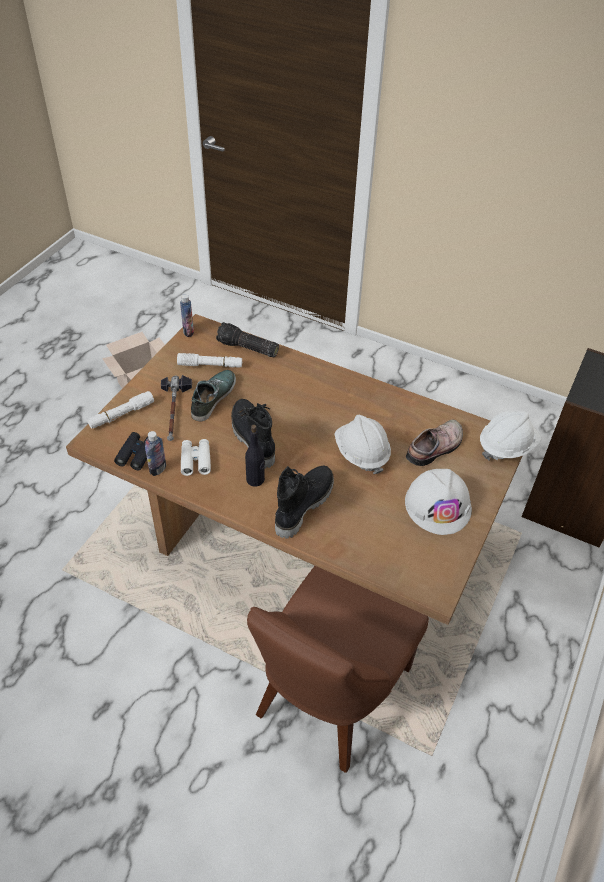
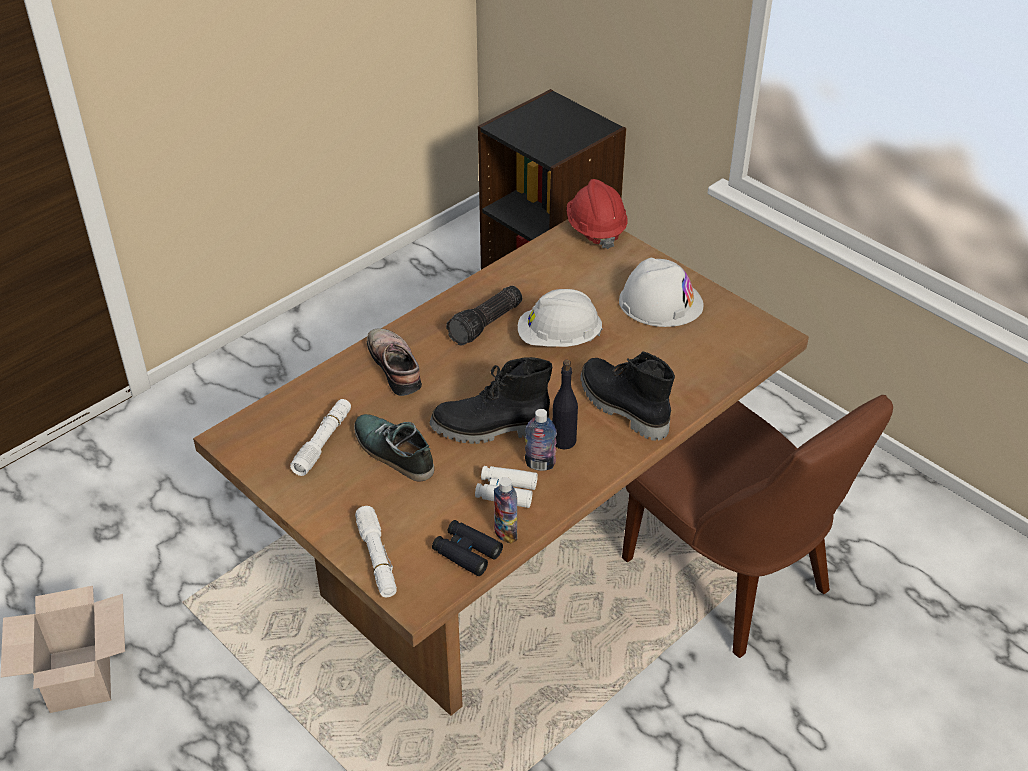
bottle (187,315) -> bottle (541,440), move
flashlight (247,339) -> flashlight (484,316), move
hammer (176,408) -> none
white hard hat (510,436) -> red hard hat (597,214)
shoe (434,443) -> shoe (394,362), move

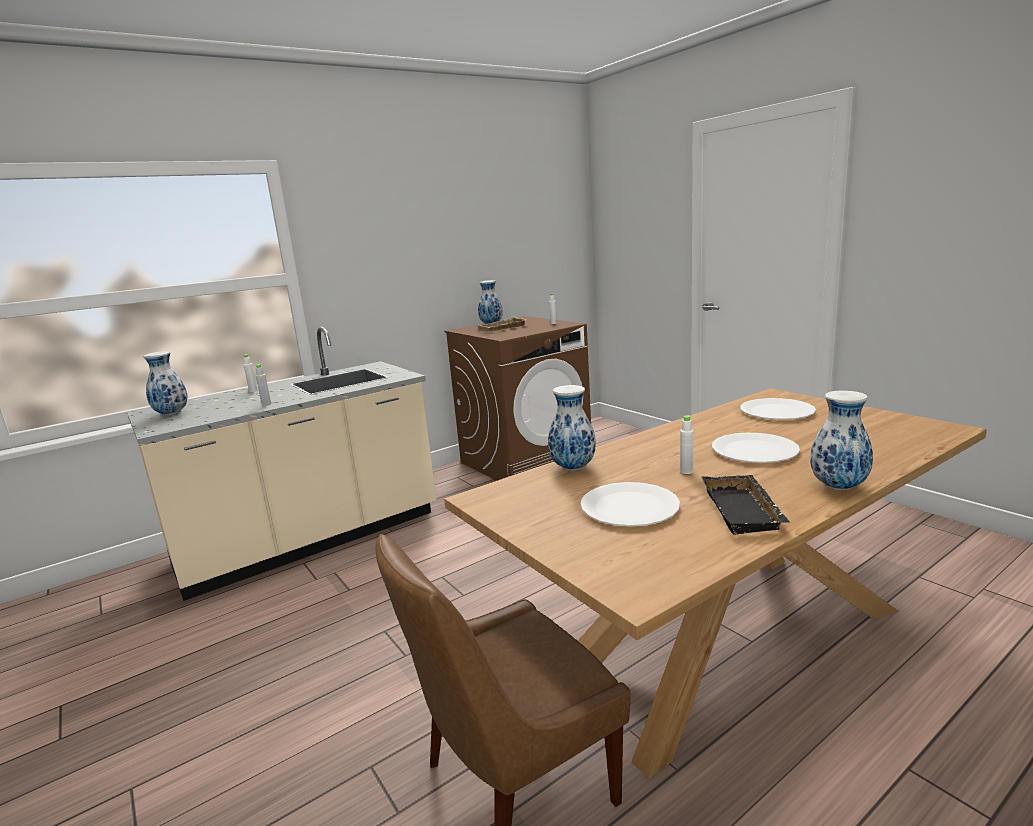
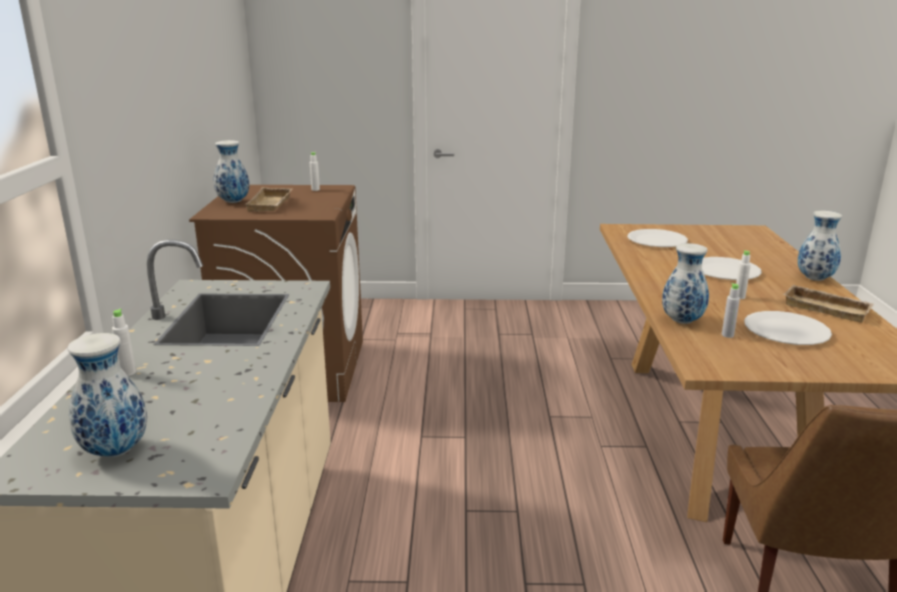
grey bottle (263,385) -> grey bottle (731,310), move
black tray (746,505) -> beige tray (828,304)

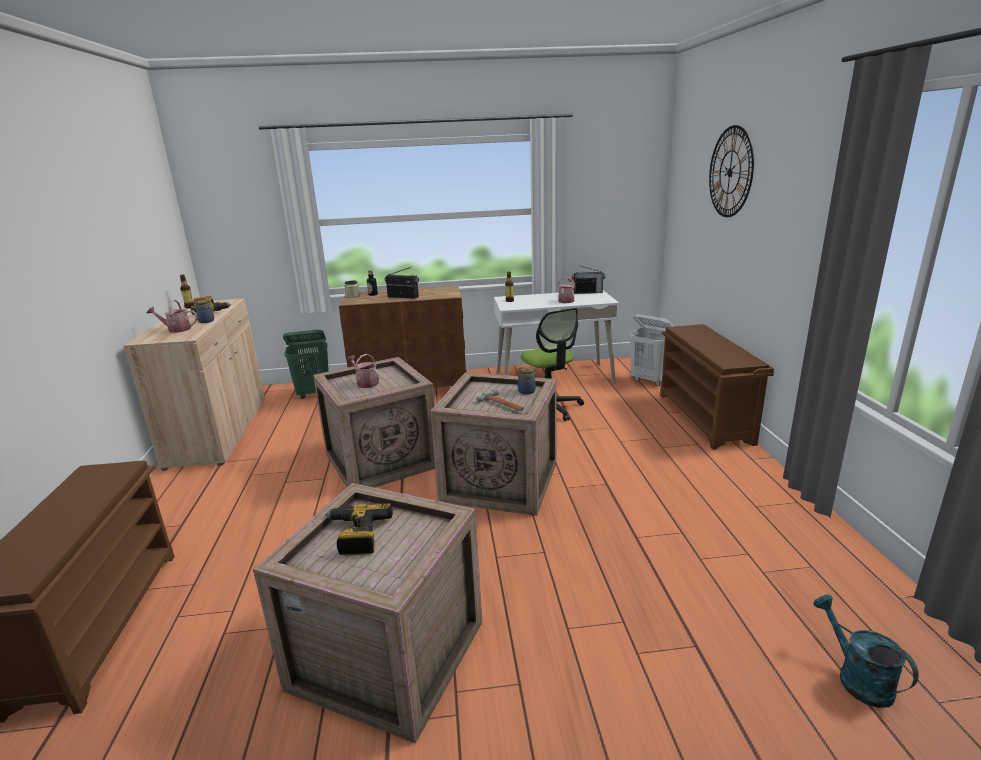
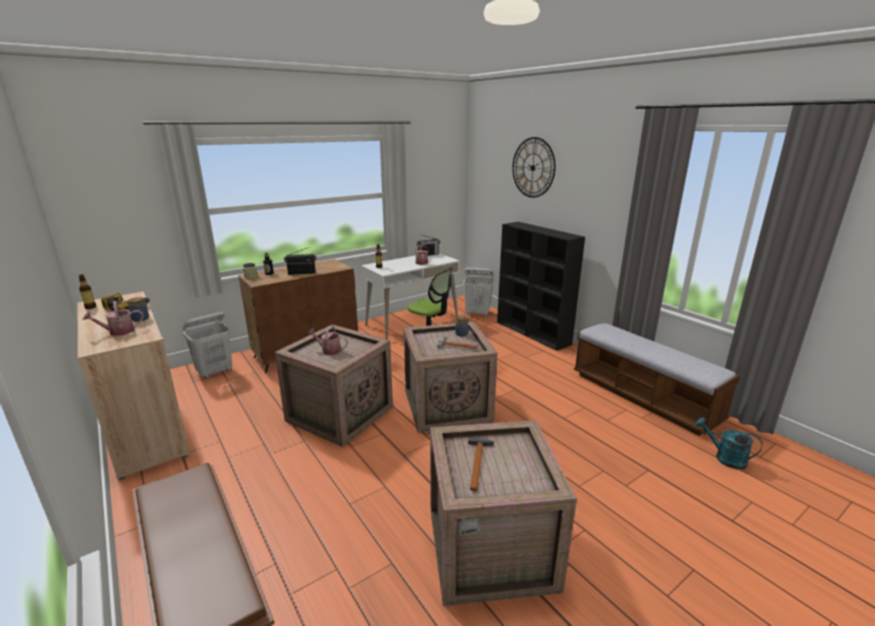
brown shoe rack (717,387) -> black bookcase (541,286)
green laundry basket (306,364) -> white laundry basket (207,345)
power drill (359,529) -> hammer (481,464)
none -> bench (657,379)

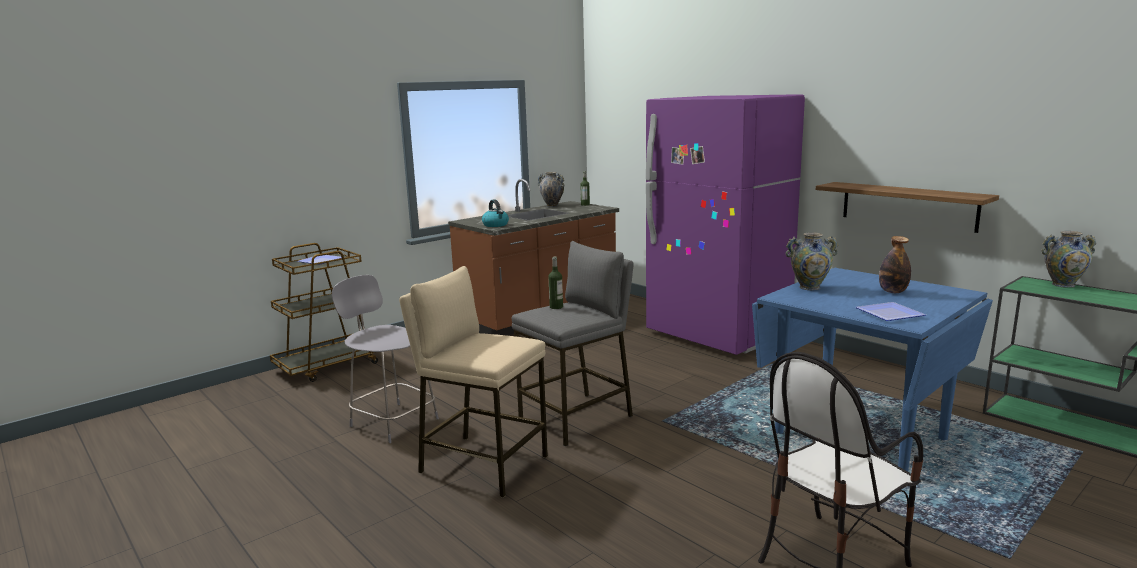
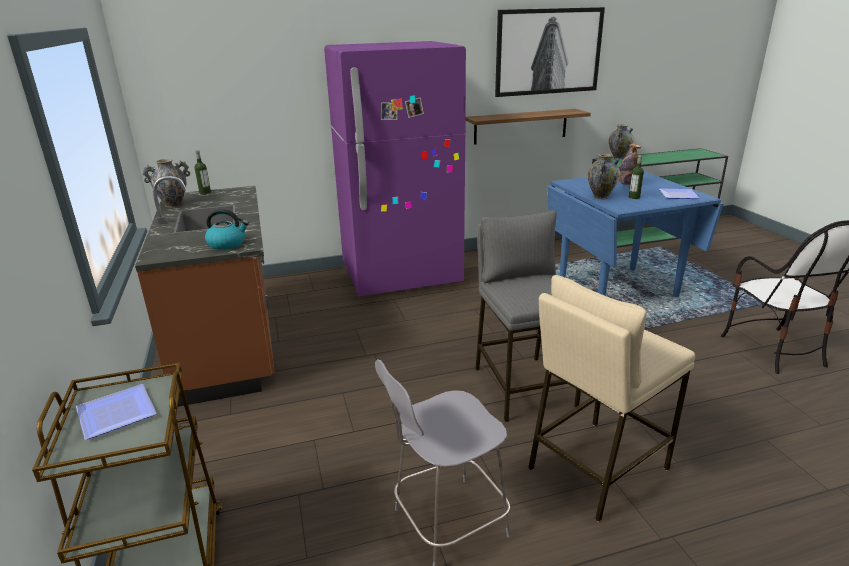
bottle (556,283) -> bottle (636,177), move
none -> picture (550,52)

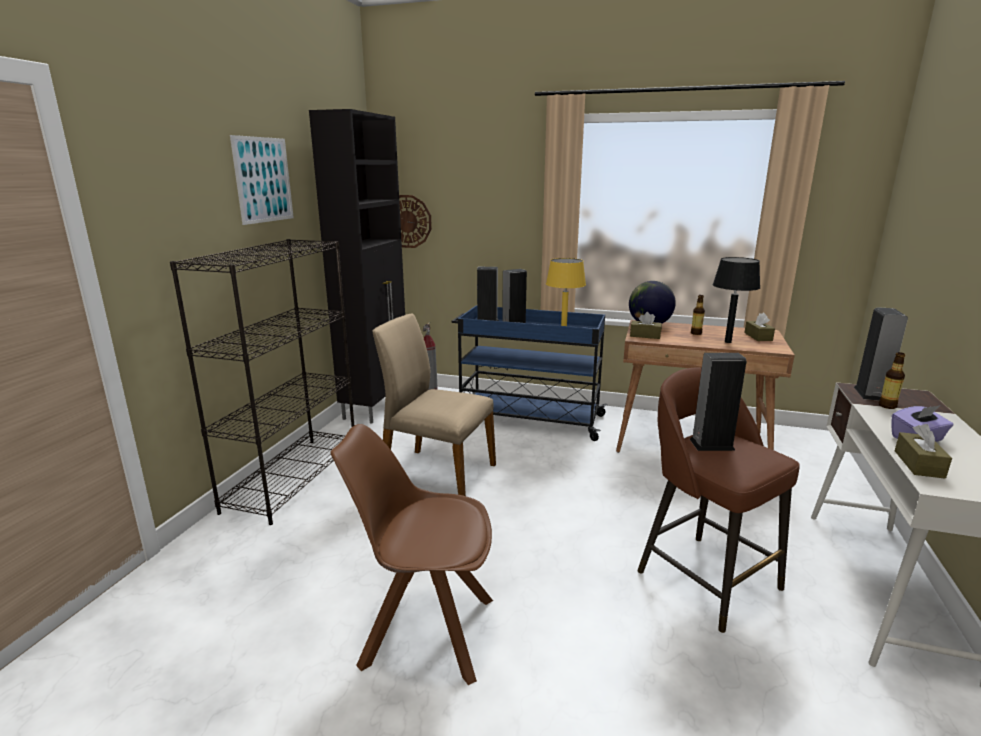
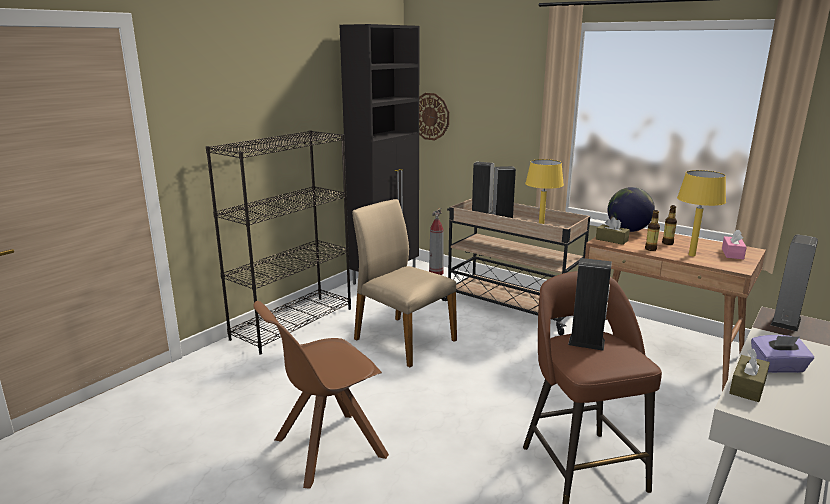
picture (262,180) -> none
black table lamp (736,300) -> yellow table lamp (701,213)
blue cart (529,373) -> beige cart (516,267)
brown tissue box (760,327) -> pink tissue box (734,244)
bottle (892,380) -> bottle (652,230), move
brown chair (412,554) -> brown chair (321,395), 60 degrees counterclockwise

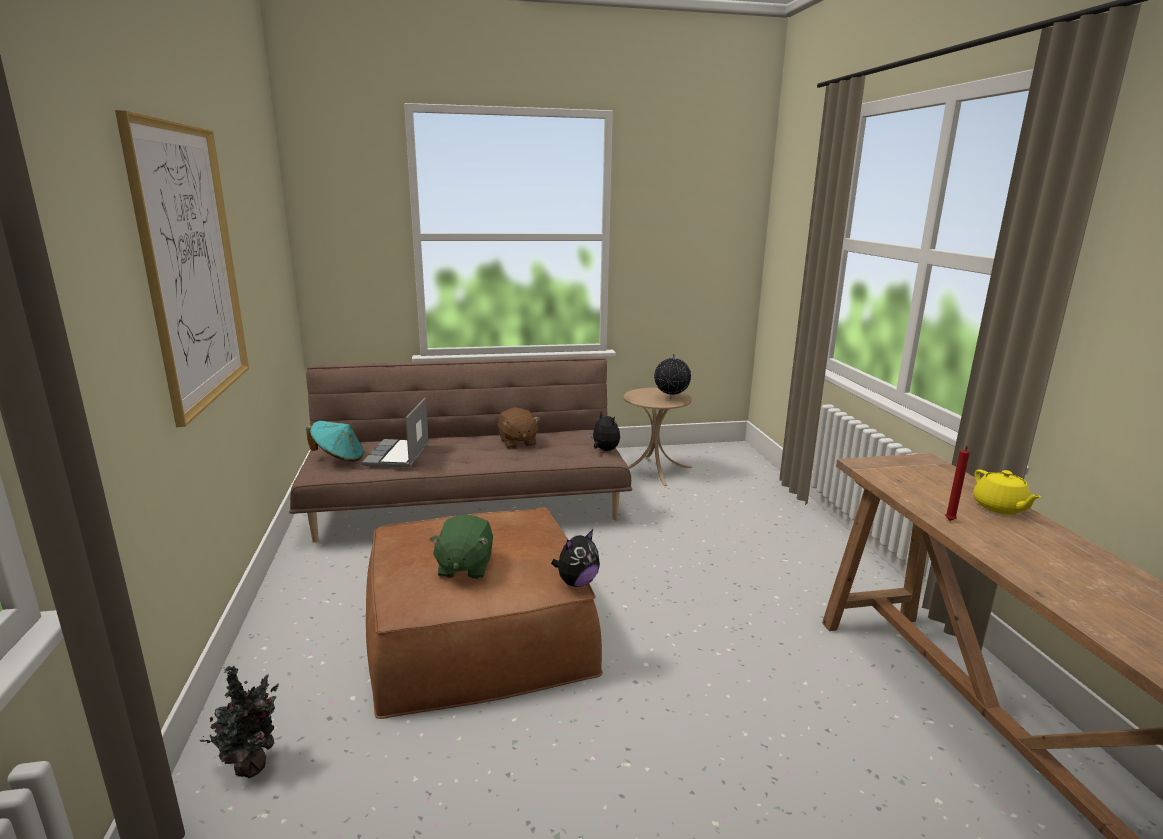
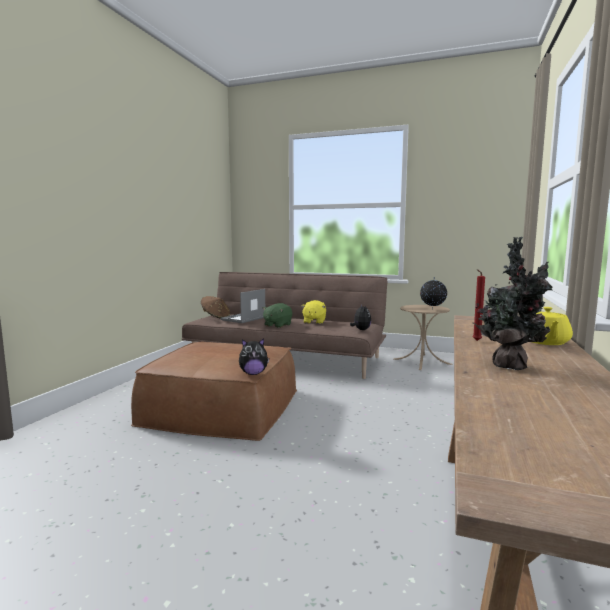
picture (182,268) -> none
brown plush toy (519,428) -> yellow plush toy (313,312)
turquoise hat (335,441) -> brown hat (215,307)
green plush toy (461,546) -> green plush toy (277,315), move
potted plant (239,721) -> potted plant (513,303), move

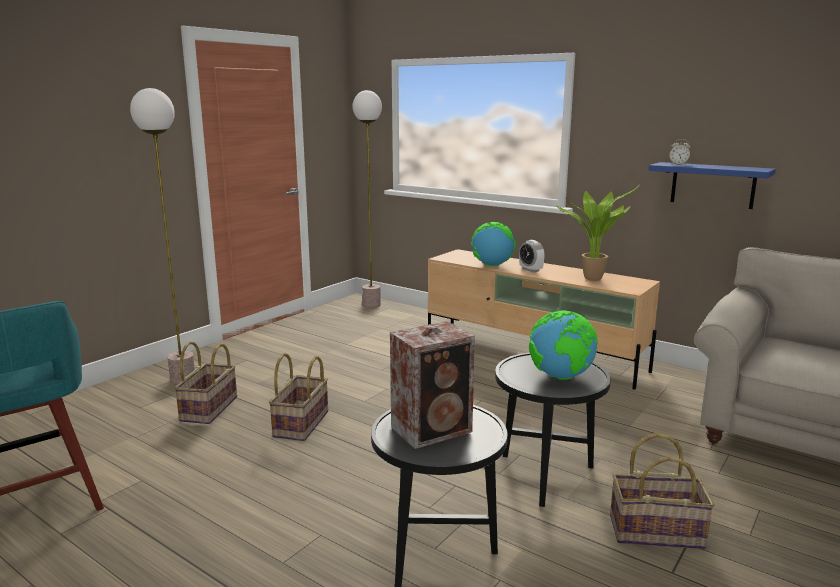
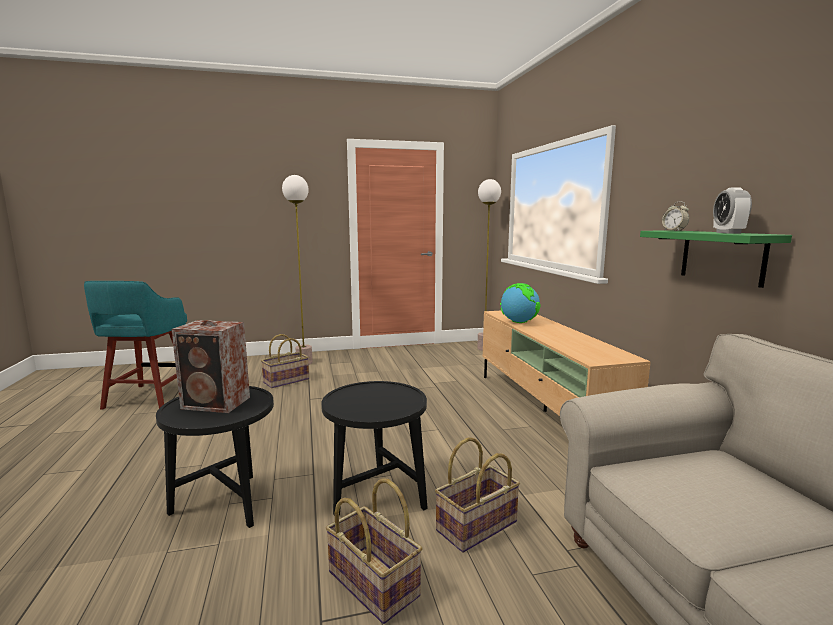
blue shelf (712,185) -> green shelf (716,259)
potted plant (597,234) -> none
alarm clock (532,256) -> alarm clock (732,210), move
globe (563,345) -> none
basket (298,397) -> basket (477,495), move

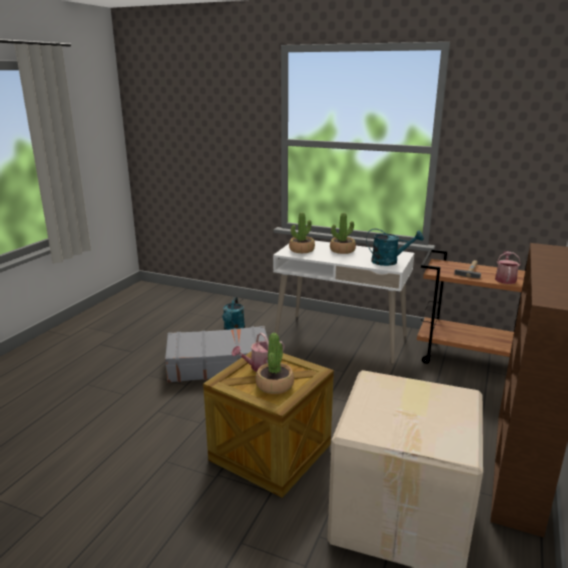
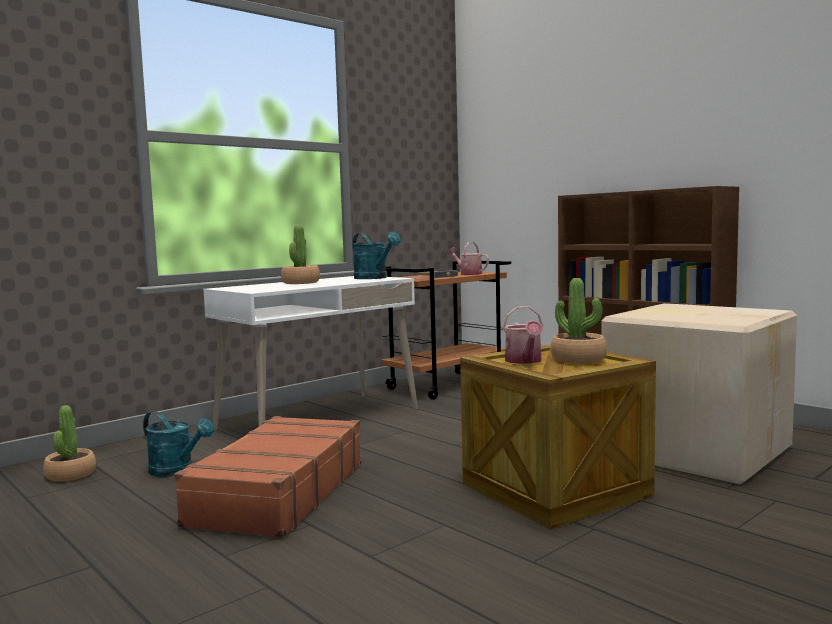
potted plant (302,232) -> potted plant (69,443), move
turquoise watering can (395,247) -> turquoise watering can (376,255), 105 degrees clockwise
grey suitcase (216,354) -> brown suitcase (268,477)

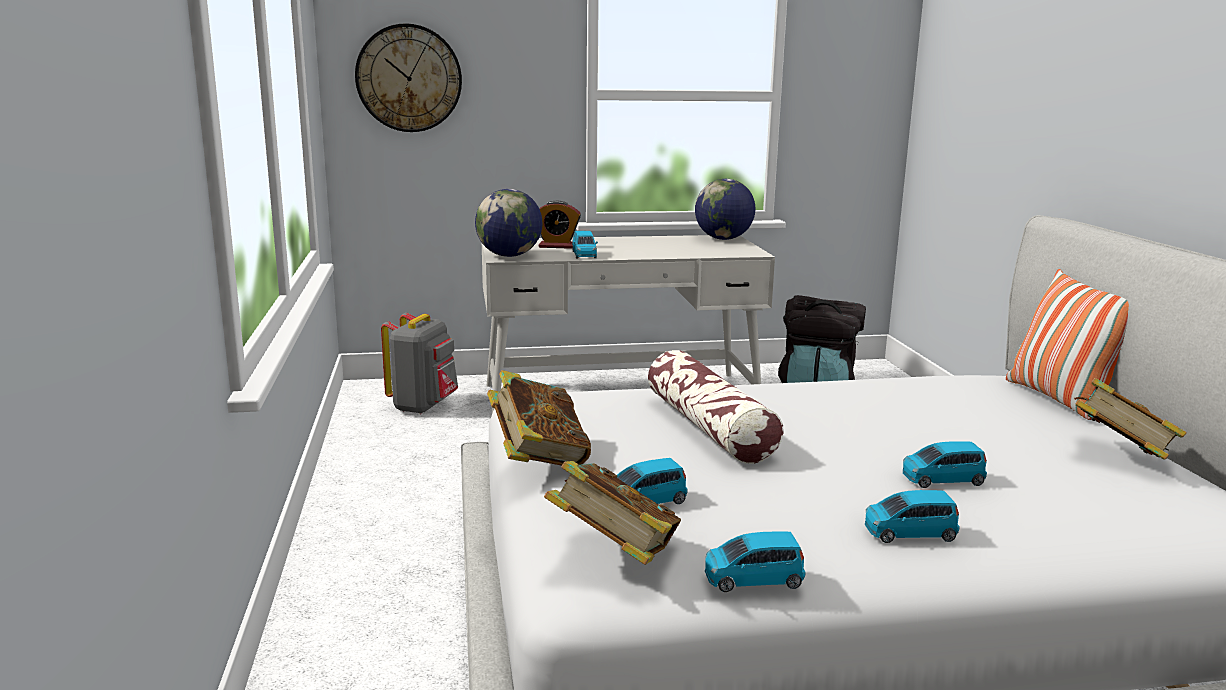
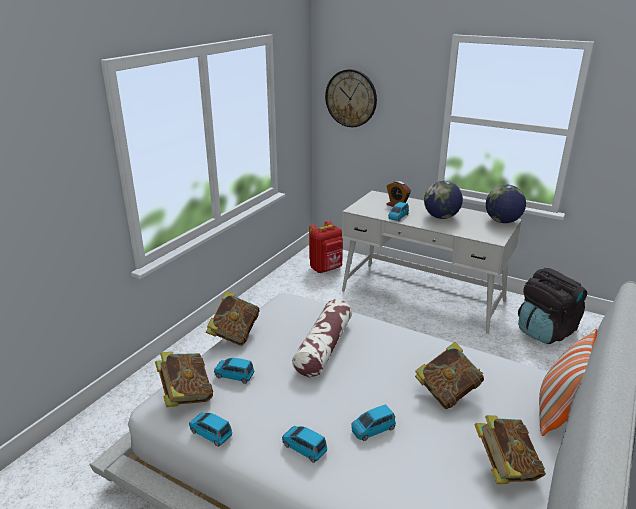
globe (508,223) -> globe (443,200), move
grey backpack (419,363) -> red backpack (326,247)
blue toy car (945,464) -> blue toy car (373,422), 60 degrees counterclockwise
none -> book (449,375)

